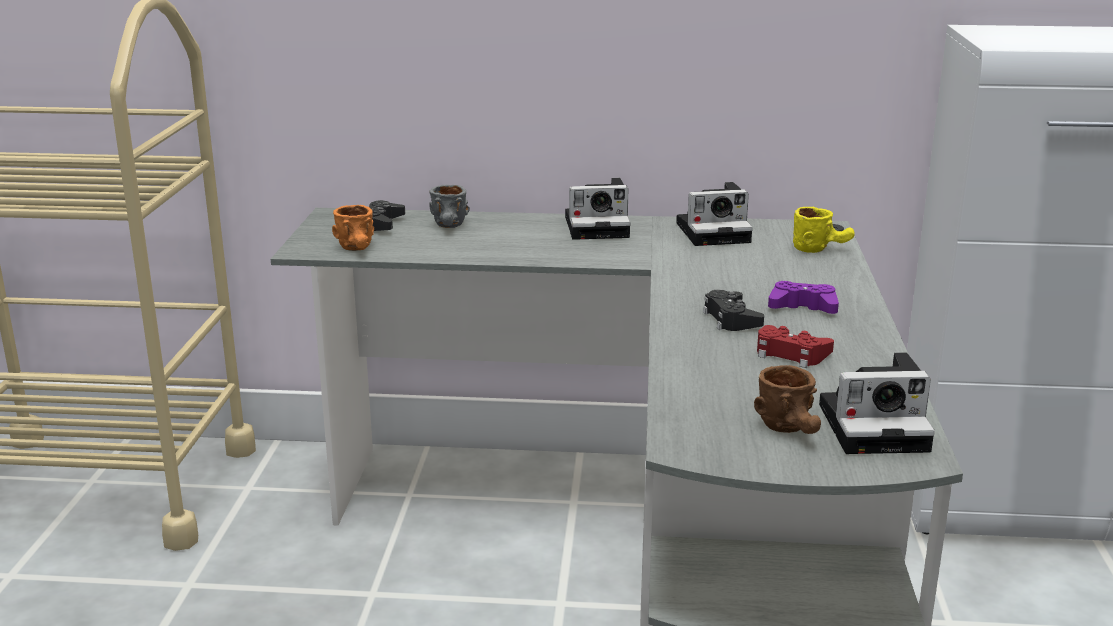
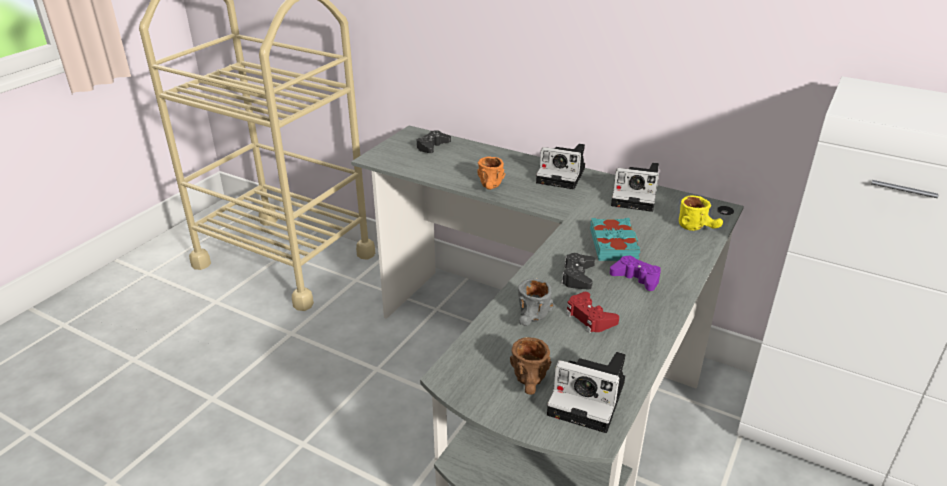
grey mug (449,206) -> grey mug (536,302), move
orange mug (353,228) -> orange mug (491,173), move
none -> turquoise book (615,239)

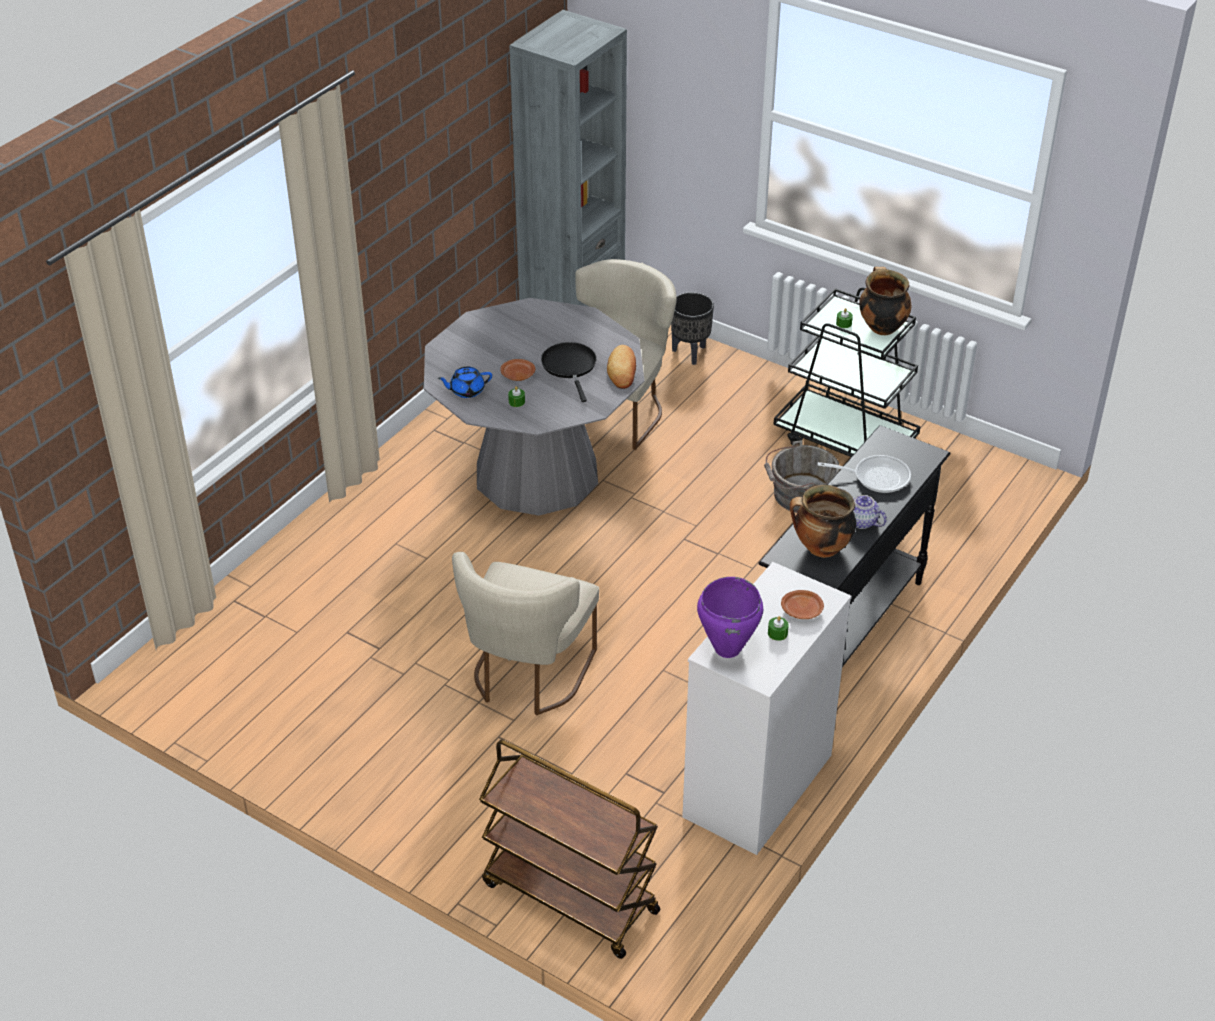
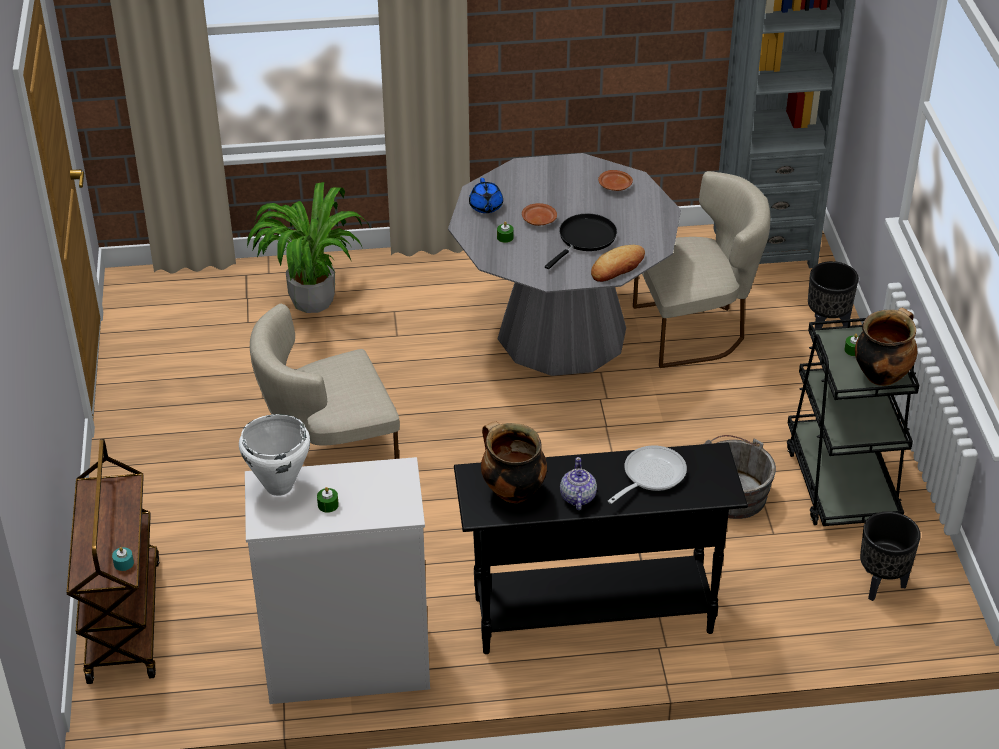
blue teapot (465,382) -> blue teapot (486,195), 135 degrees counterclockwise
frying pan (864,474) -> frying pan (647,474), 105 degrees counterclockwise
purple cooking pot (730,617) -> white cooking pot (274,455)
brown plate (802,604) -> brown plate (615,180), move
none -> potted plant (309,247)
none -> black planter (890,556)
none -> turquoise candle (123,559)

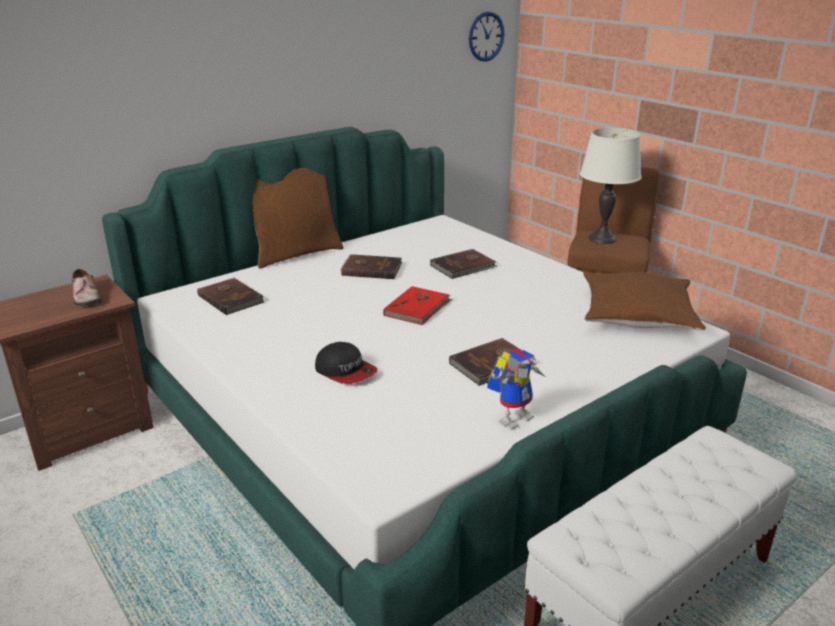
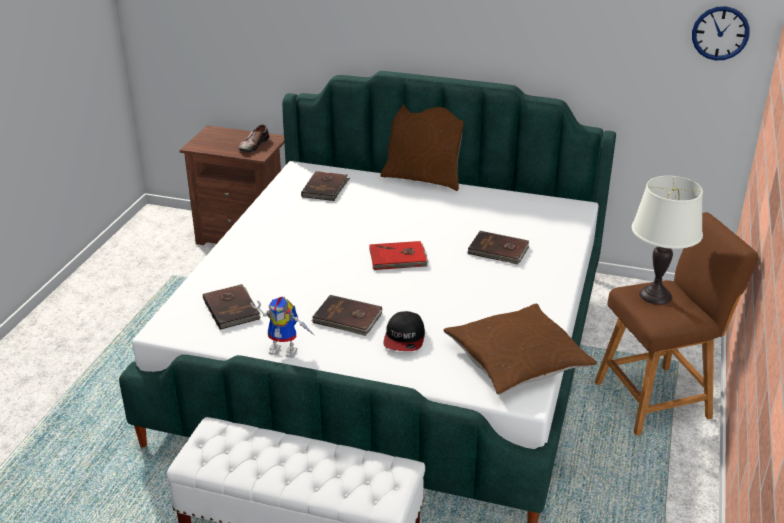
brown book (371,266) -> brown book (232,307), move
cap (346,363) -> cap (404,331), move

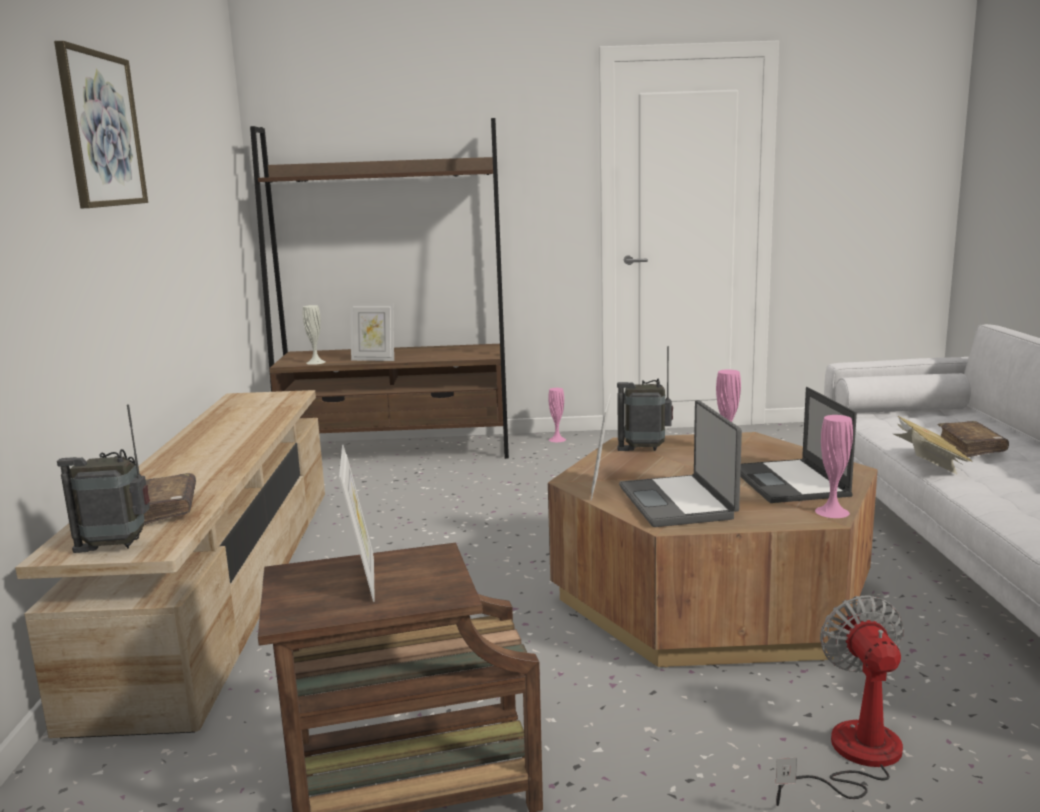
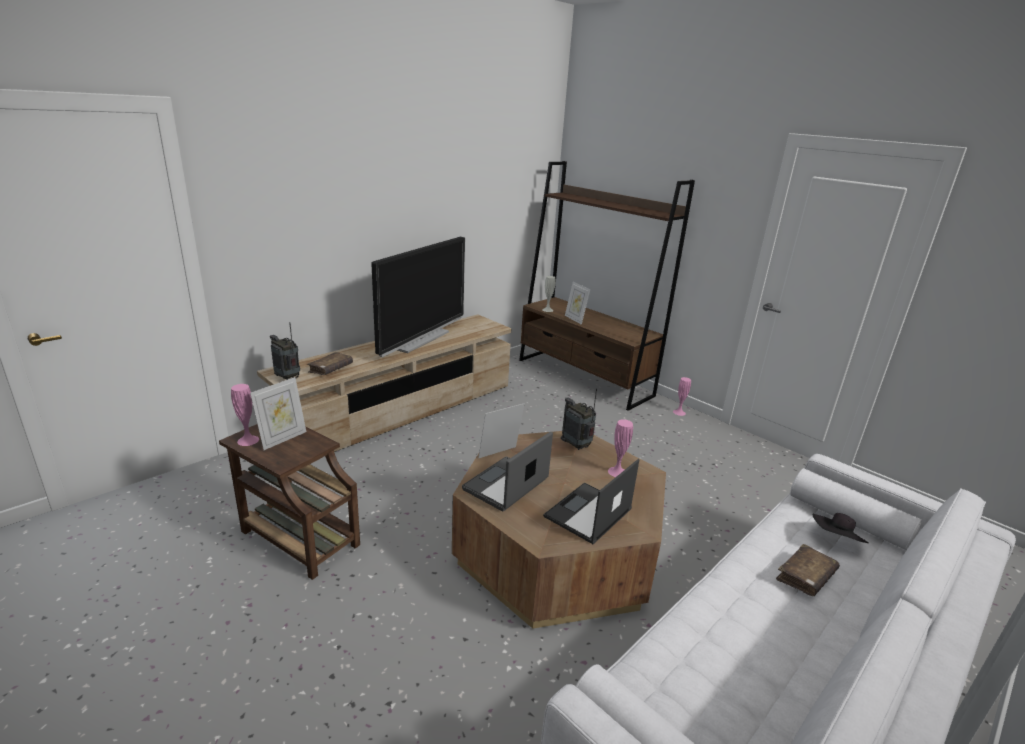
picture (101,124) -> none
pink vase (834,466) -> pink vase (245,415), move
book (933,445) -> none
fan (840,700) -> none
none -> television (418,297)
none -> black hat (840,528)

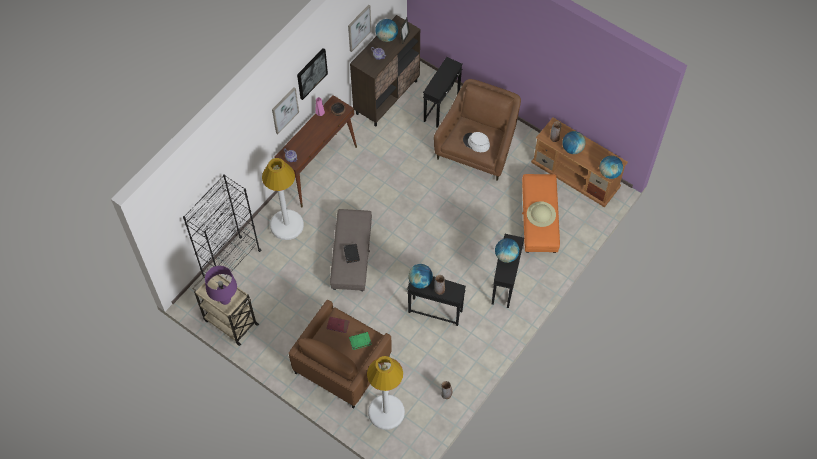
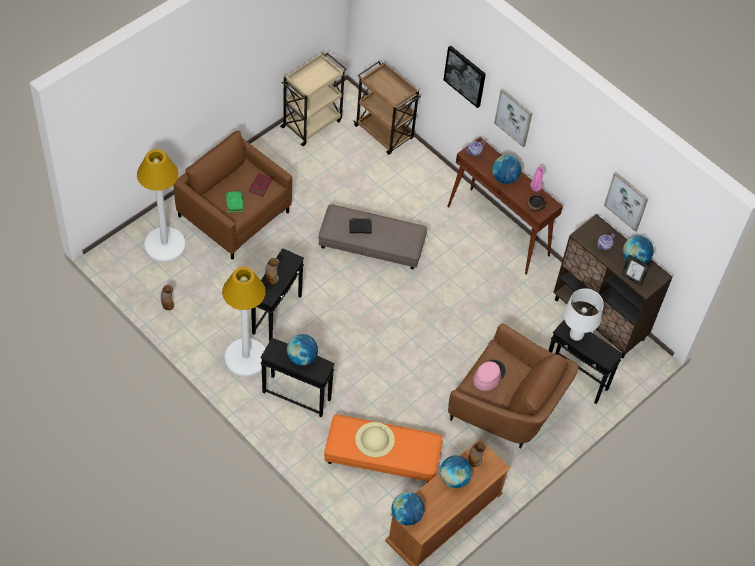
picture (312,74) -> picture (464,76), move
white hat (476,142) -> pink hat (489,375)
white floor lamp (283,199) -> white floor lamp (244,322), move
black bookcase (222,226) -> brown cart (387,108)
globe (420,276) -> globe (506,169), move
purple table lamp (221,285) -> none
none -> white table lamp (583,314)

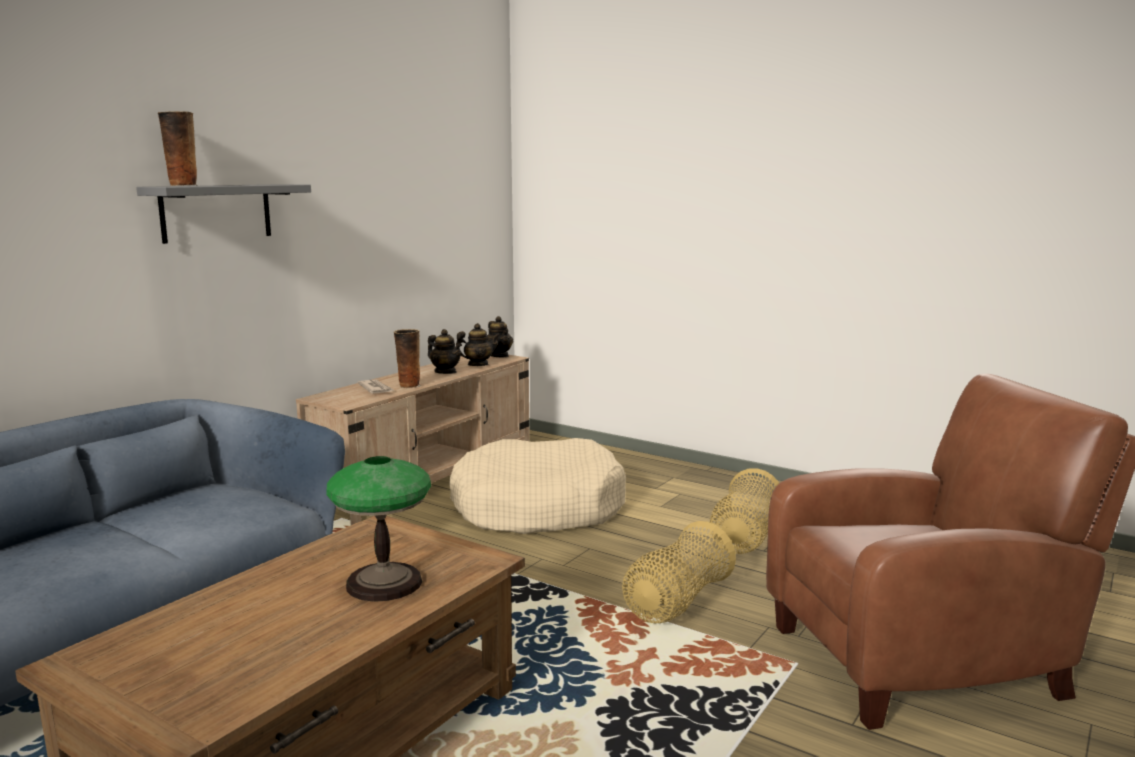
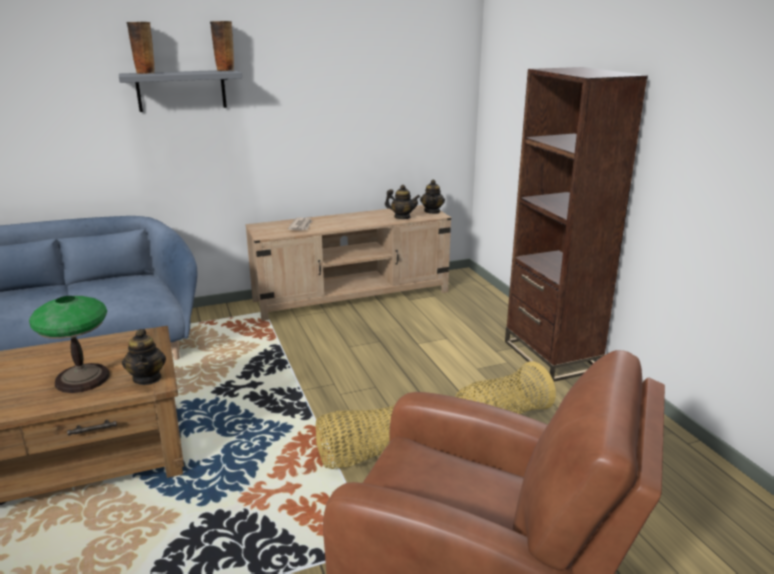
vase (407,358) -> vase (222,46), move
teapot (445,351) -> teapot (144,357), move
beige dog bed (537,486) -> none
none -> brown bookcase (576,224)

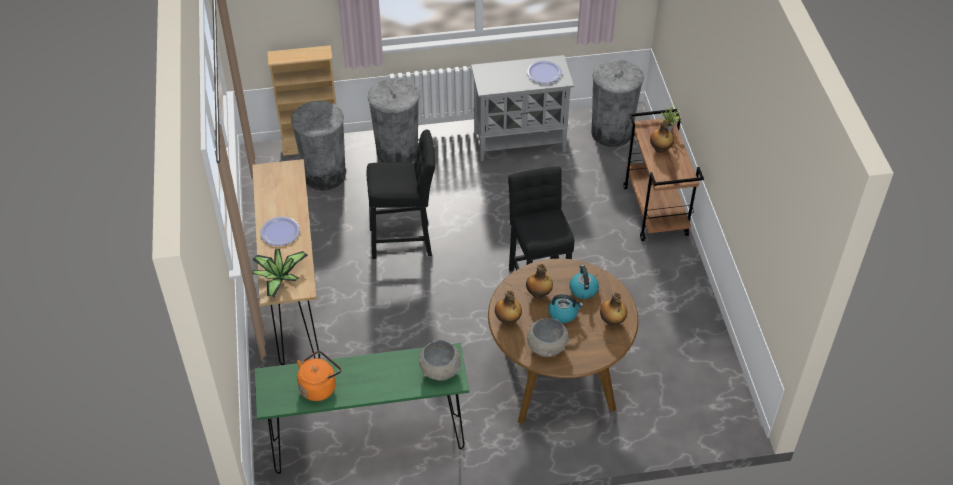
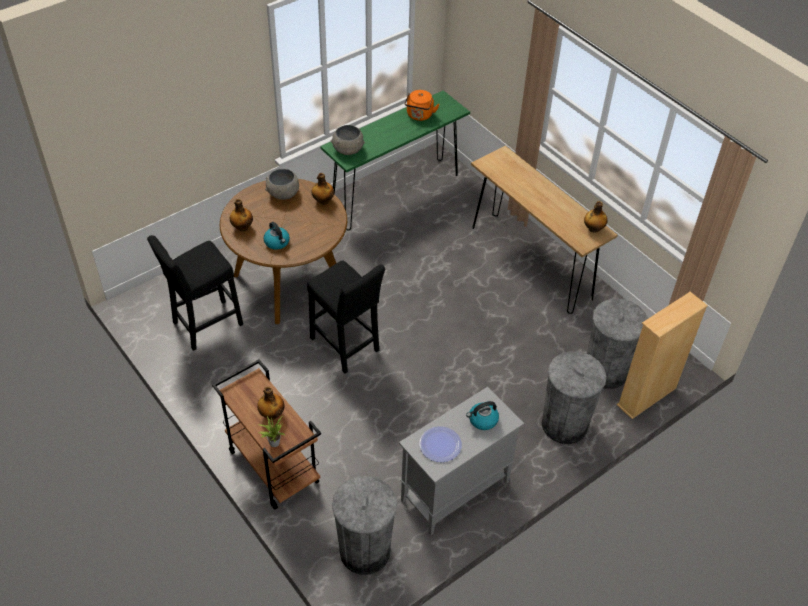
black stool (401,194) -> black stool (195,293), move
plate (280,231) -> none
potted plant (280,273) -> none
bottle (539,281) -> bottle (596,217), move
kettle (565,308) -> kettle (482,415), move

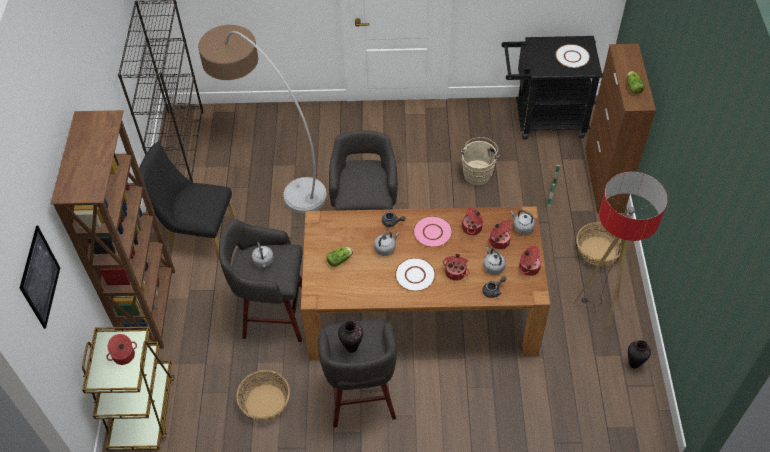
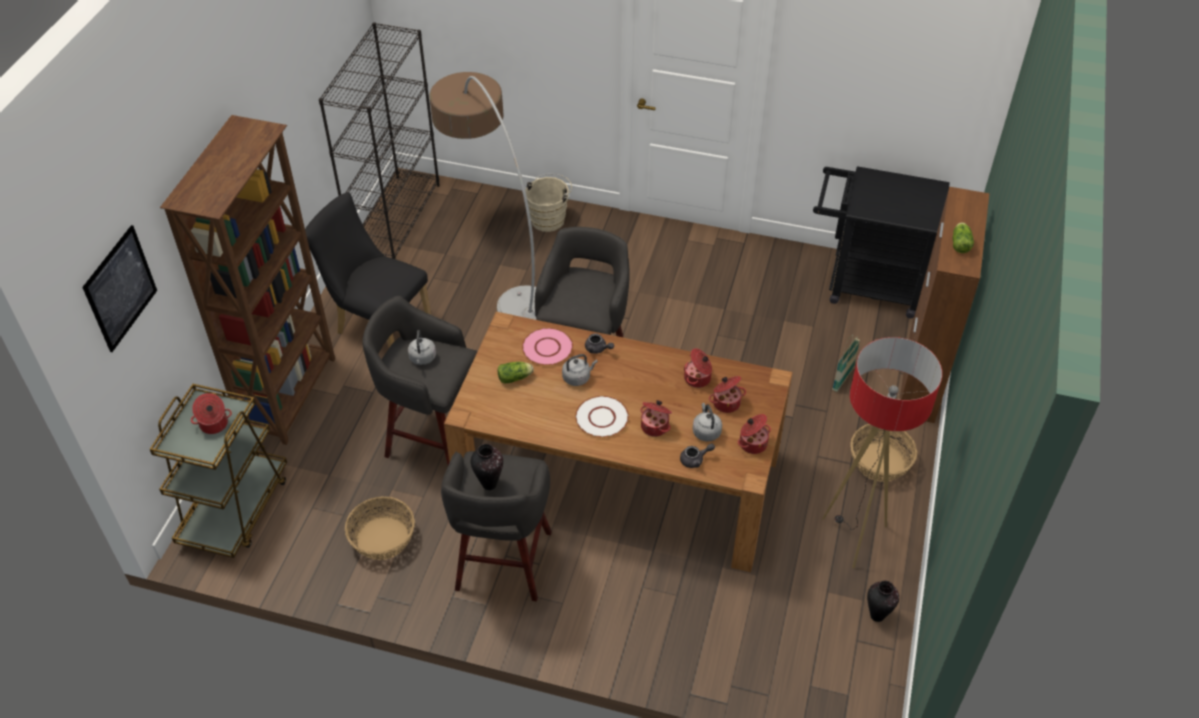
white plate (572,56) -> none
beige bucket (480,161) -> beige bucket (548,202), move
grey kettle (523,222) -> none
pink plate (433,232) -> pink plate (547,347), move

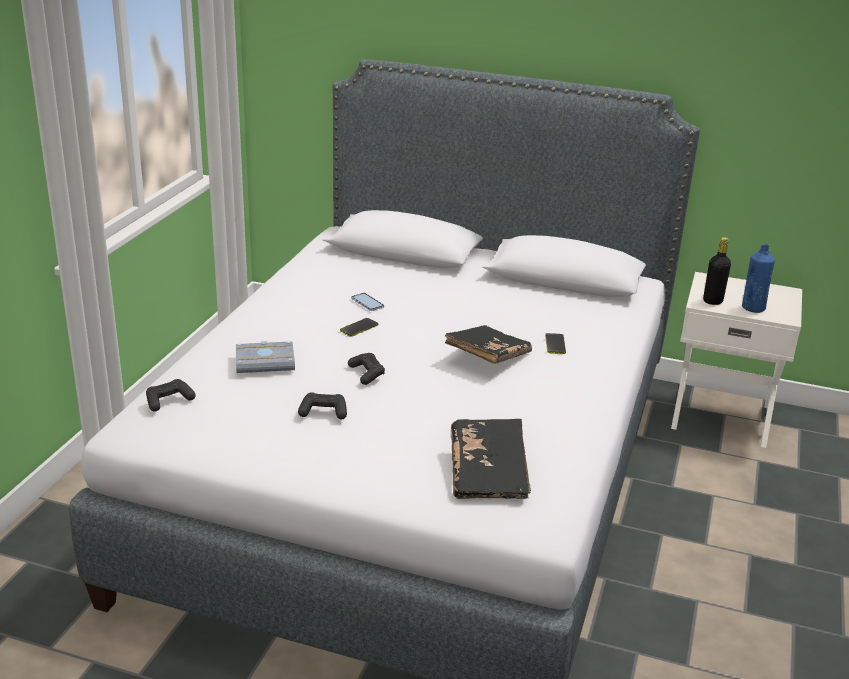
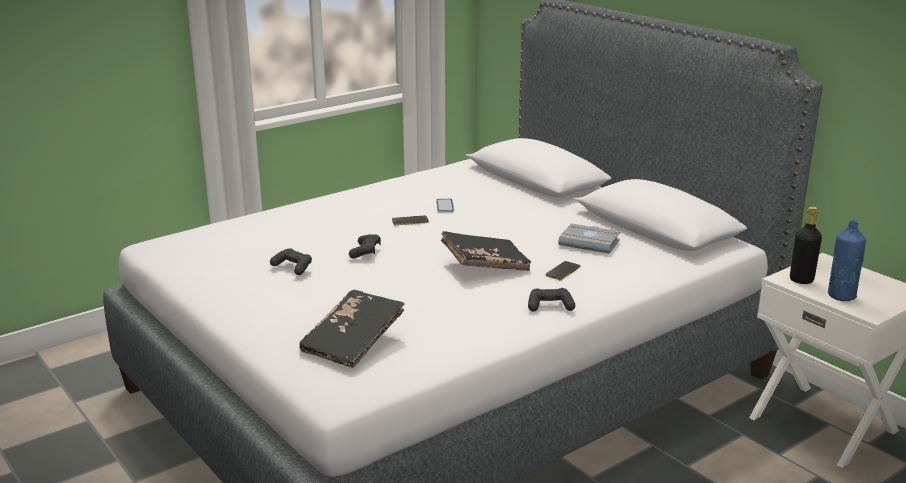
grey book (265,357) -> grey book (589,238), move
black game controller (171,395) -> black game controller (551,300), move

